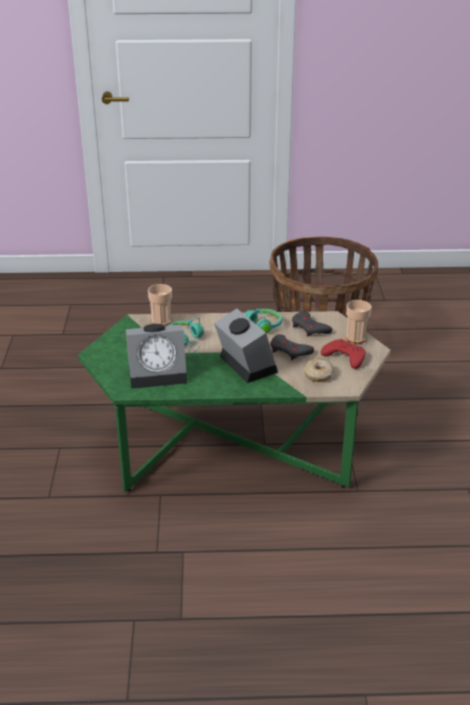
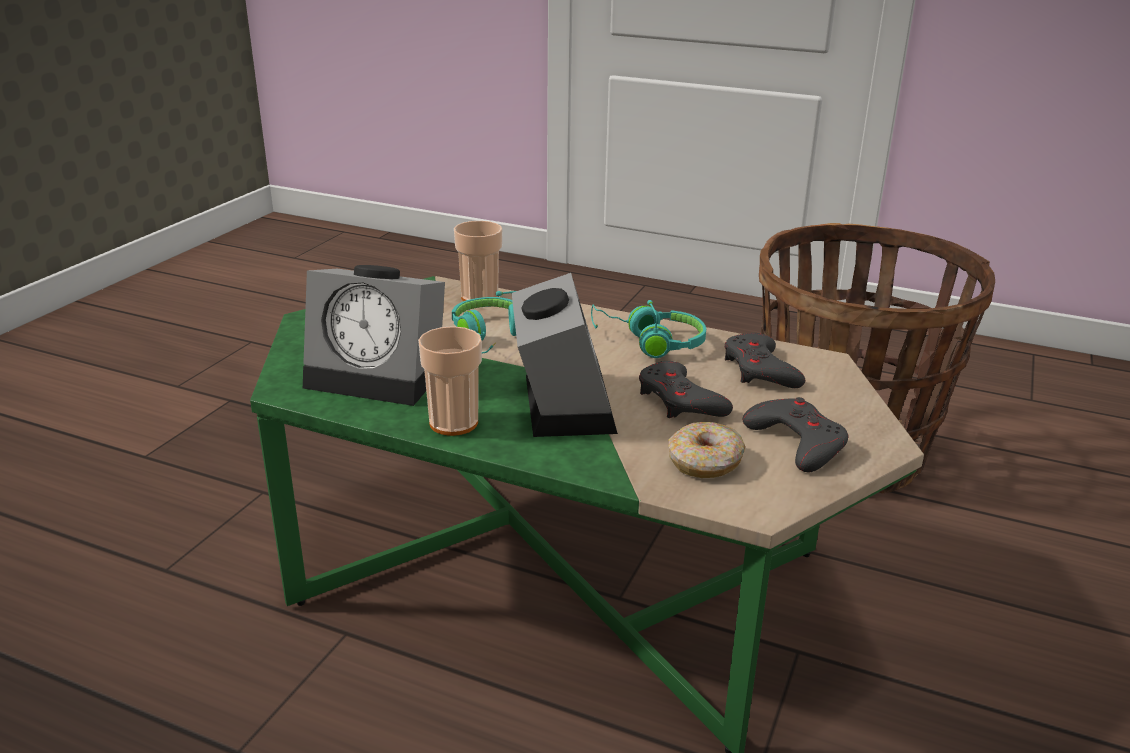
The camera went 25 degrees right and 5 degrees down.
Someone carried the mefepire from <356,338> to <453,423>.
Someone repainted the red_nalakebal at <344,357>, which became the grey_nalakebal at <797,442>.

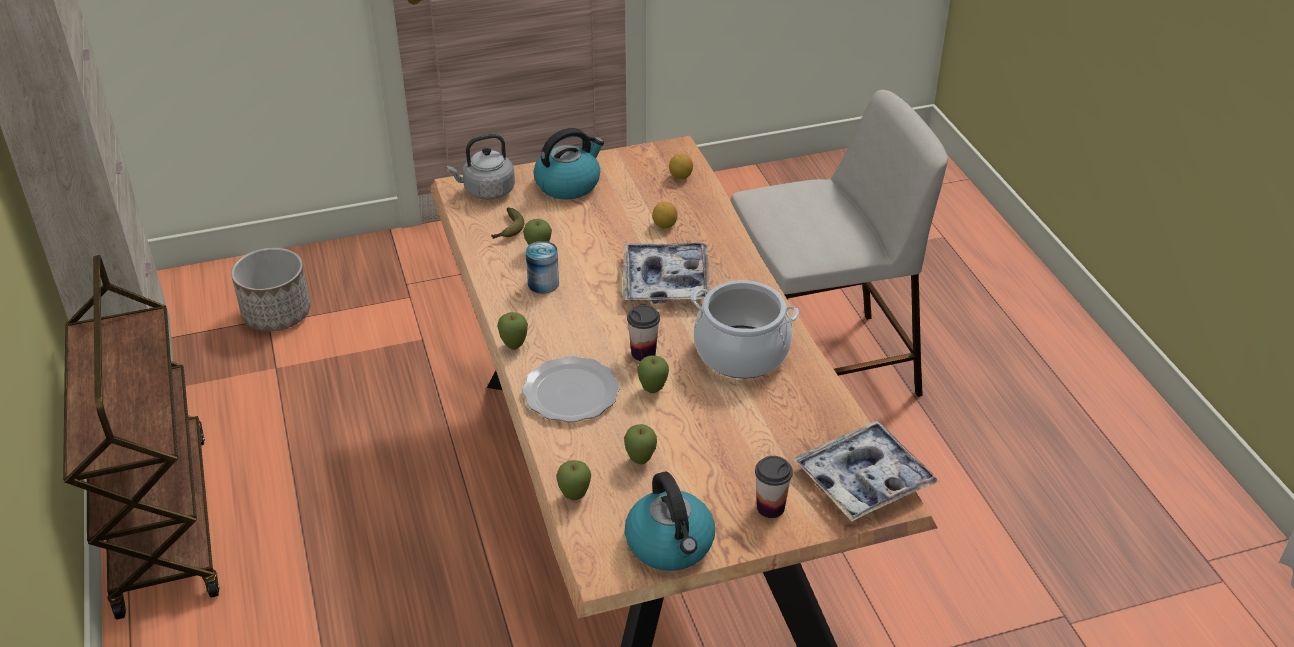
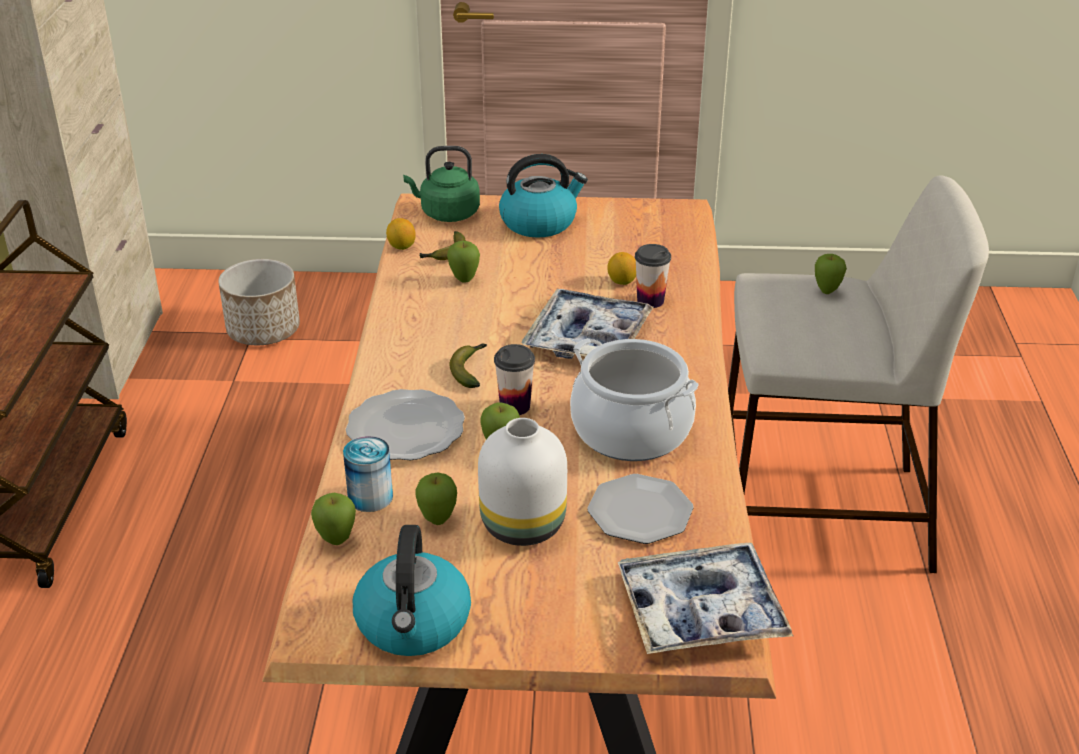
The camera went 20 degrees right and 5 degrees down.
Someone repainted the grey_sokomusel at <486,191>, which became the green_sokomusel at <446,214>.
Someone carried the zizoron from <680,176> to <401,247>.
Someone carried the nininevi from <543,283> to <370,497>.
Someone carried the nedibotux from <514,346> to <827,291>.
Someone carried the mefepire from <770,507> to <650,301>.
Someone put down the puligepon at <470,370>.
Someone put down the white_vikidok at <523,527>.
Someone put down the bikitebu at <641,512>.

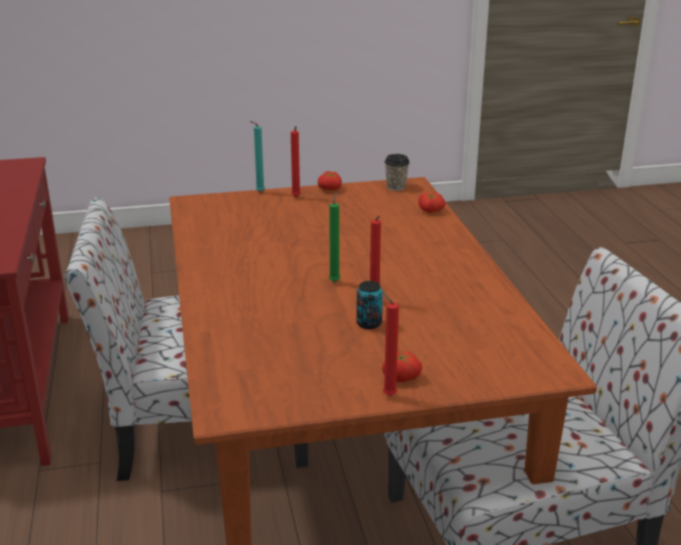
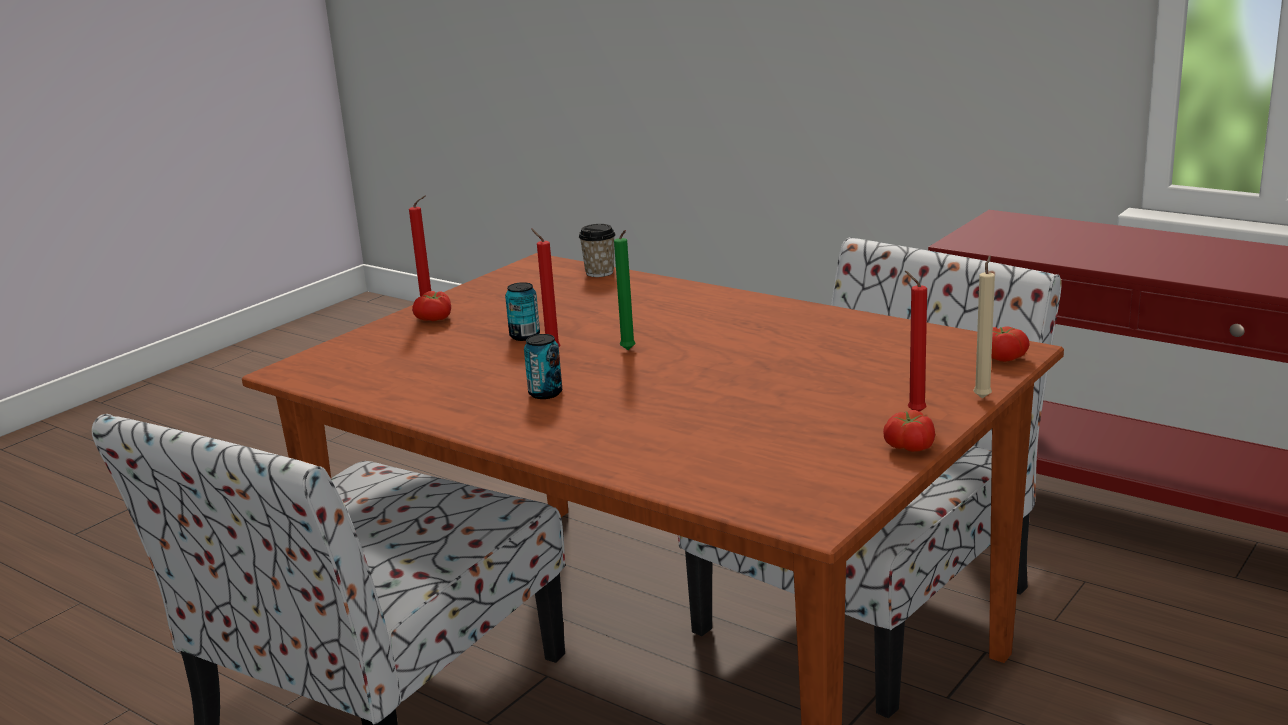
The camera went 140 degrees right and 5 degrees down.
Someone repainted the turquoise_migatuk at <258,192>, which became the beige_migatuk at <983,397>.
Someone carried the mefepire from <396,187> to <599,272>.
Someone carried the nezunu from <430,211> to <1002,357>.
Someone put down the nininevi at <545,393>.

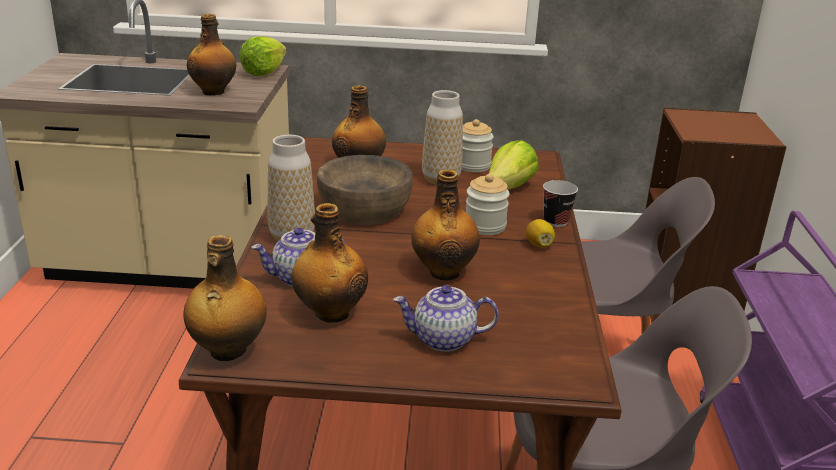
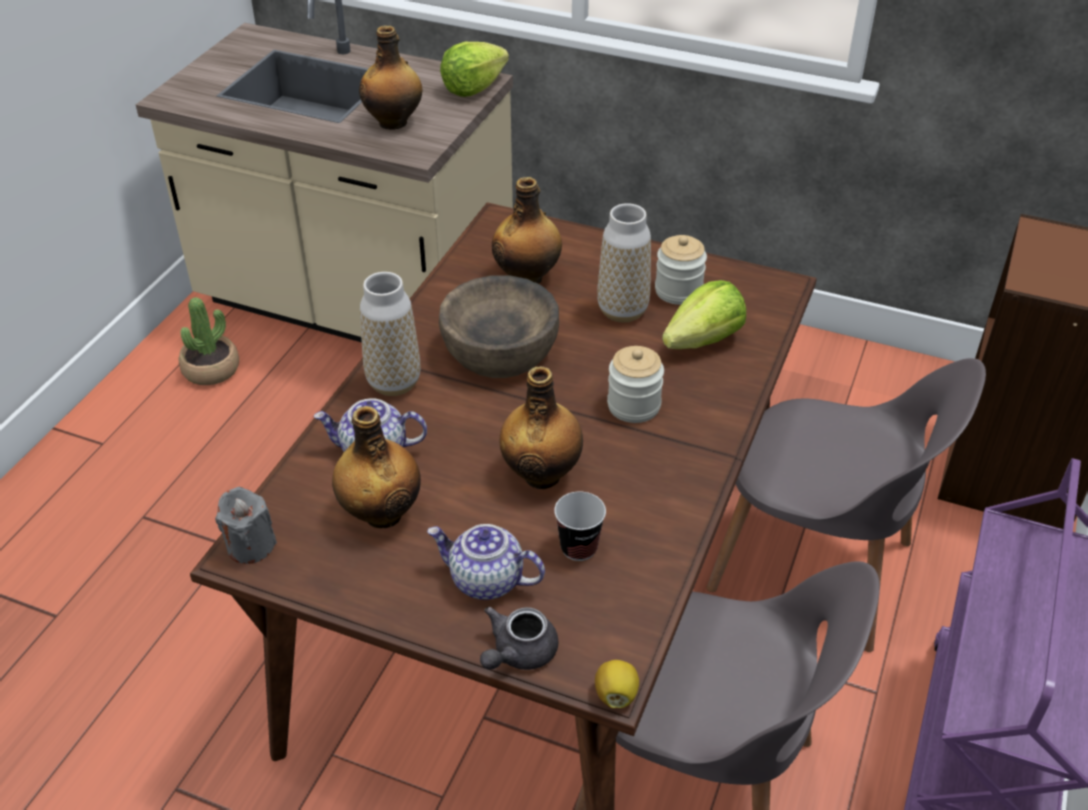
The camera went 20 degrees right and 15 degrees up.
Someone carried the mefepire from <556,221> to <579,548>.
Someone carried the zizoron from <539,245> to <616,695>.
Someone swapped the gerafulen at <227,351> for the grey_migatuk at <250,546>.
Someone put down the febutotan at <211,369>.
Someone put down the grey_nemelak at <518,653>.

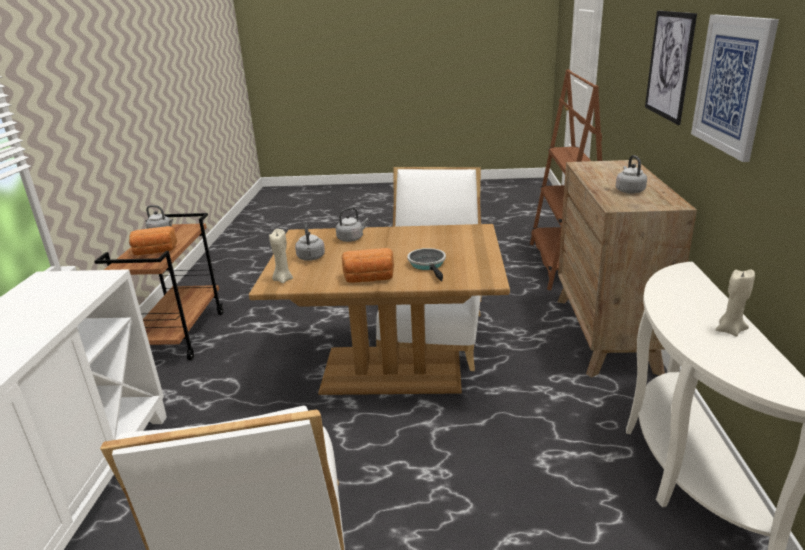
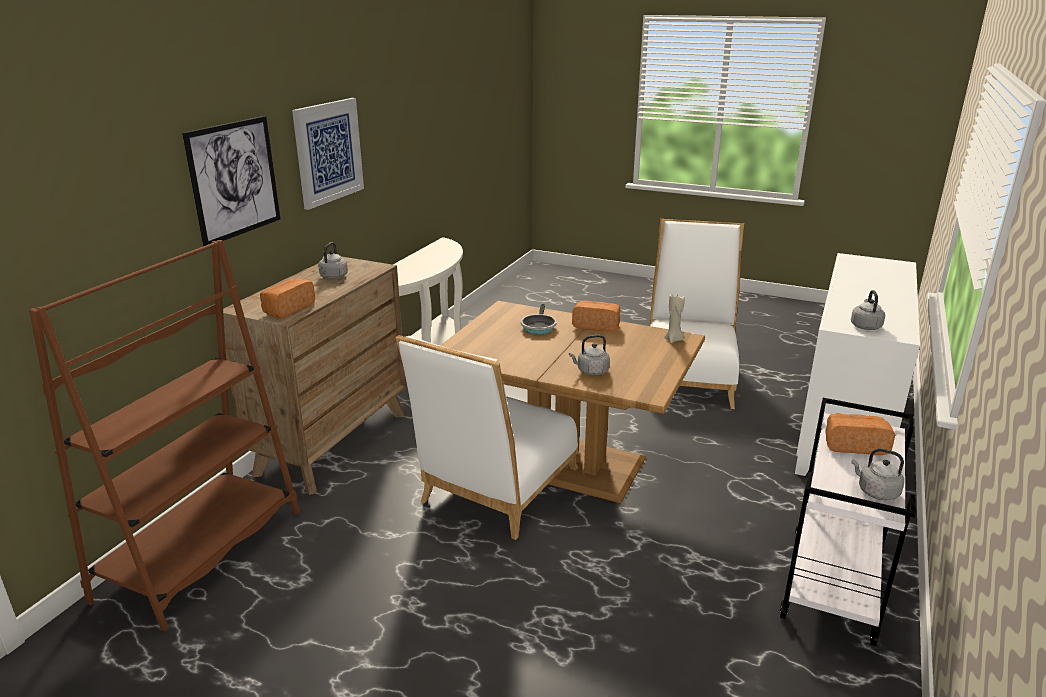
The camera went 160 degrees left and 0 degrees up.
Someone repainted the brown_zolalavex at <180,335>, which became the white_zolalavex at <833,587>.
Someone carried the grey_sokomusel from <311,258> to <865,326>.
Someone took away the beige_migatuk at <729,330>.
Someone put down the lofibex at <287,309>.

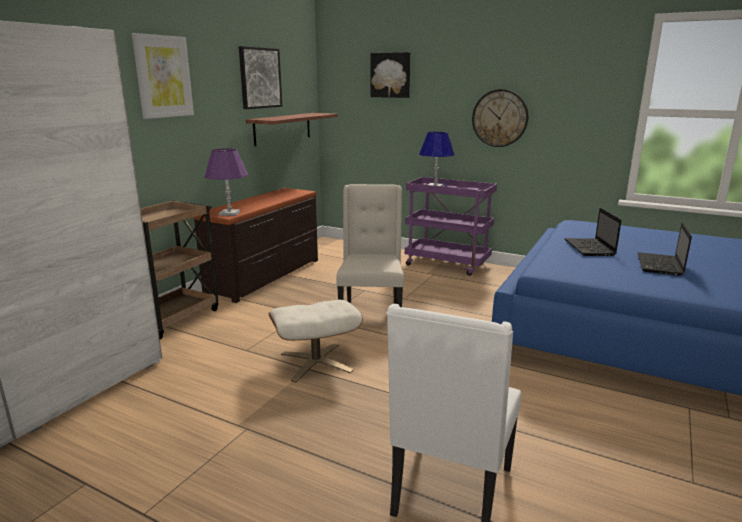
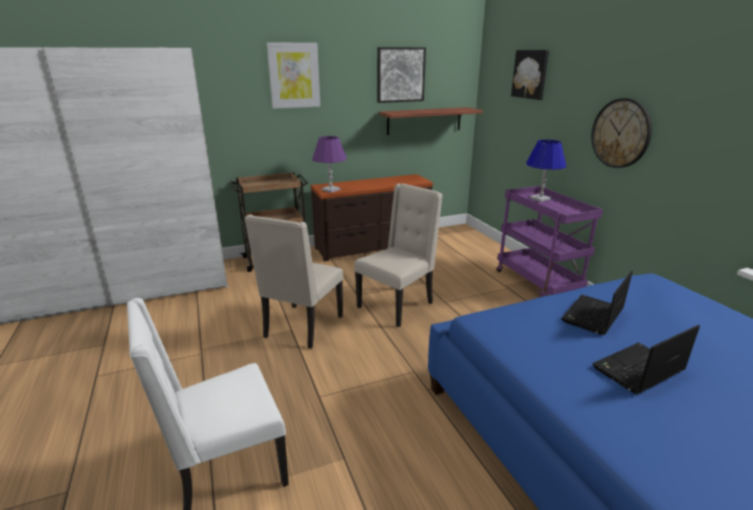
The camera went 40 degrees right and 5 degrees up.
Someone swapped the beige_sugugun at <316,362> for the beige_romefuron at <302,327>.

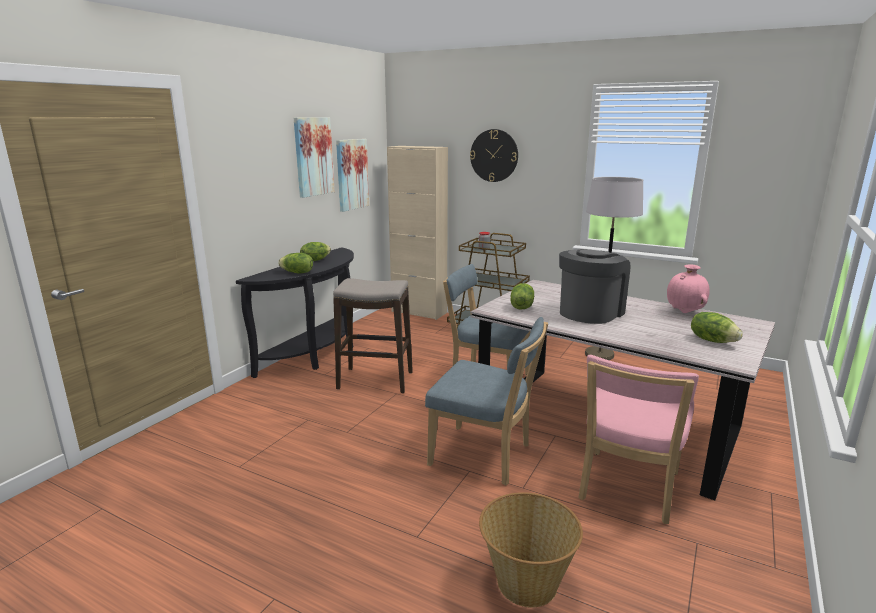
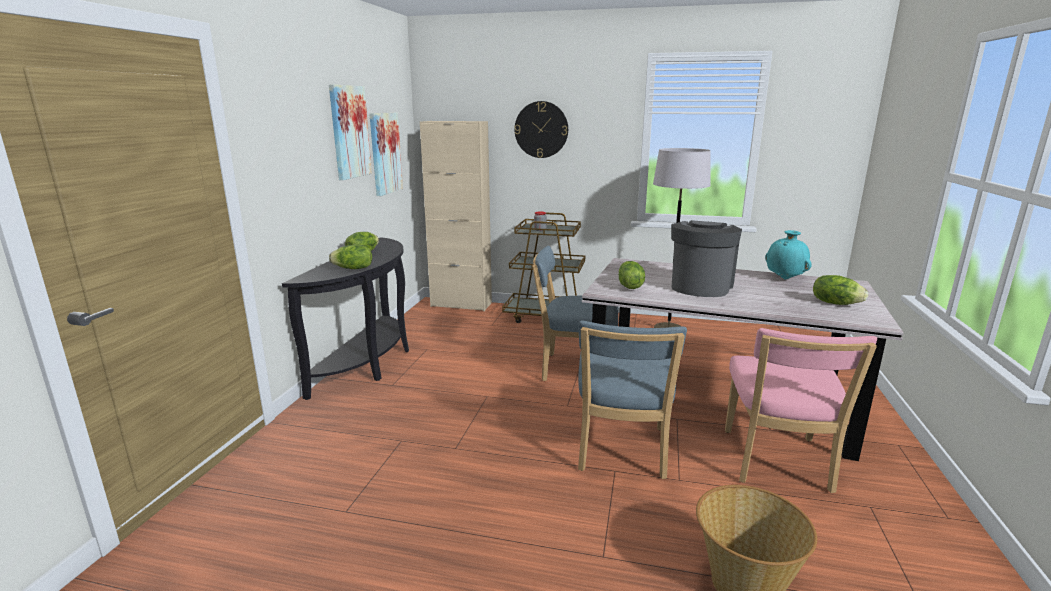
The camera went 15 degrees left and 0 degrees up.
Someone repainted the pink_vikidok at <685,312>, which became the turquoise_vikidok at <785,279>.
Someone took away the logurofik at <375,380>.
Someone rotated the blue_romefuron at <485,456> by 90 degrees clockwise.

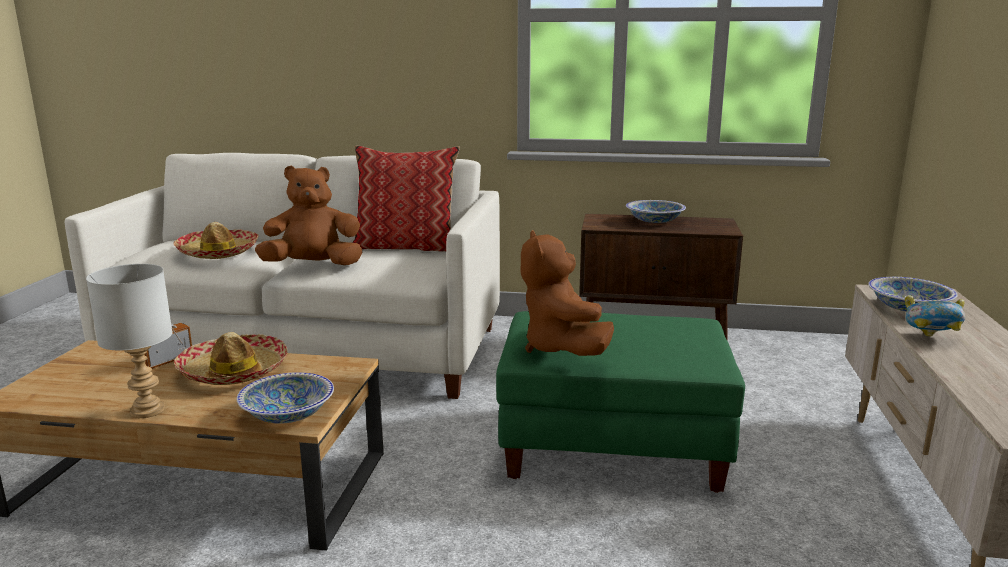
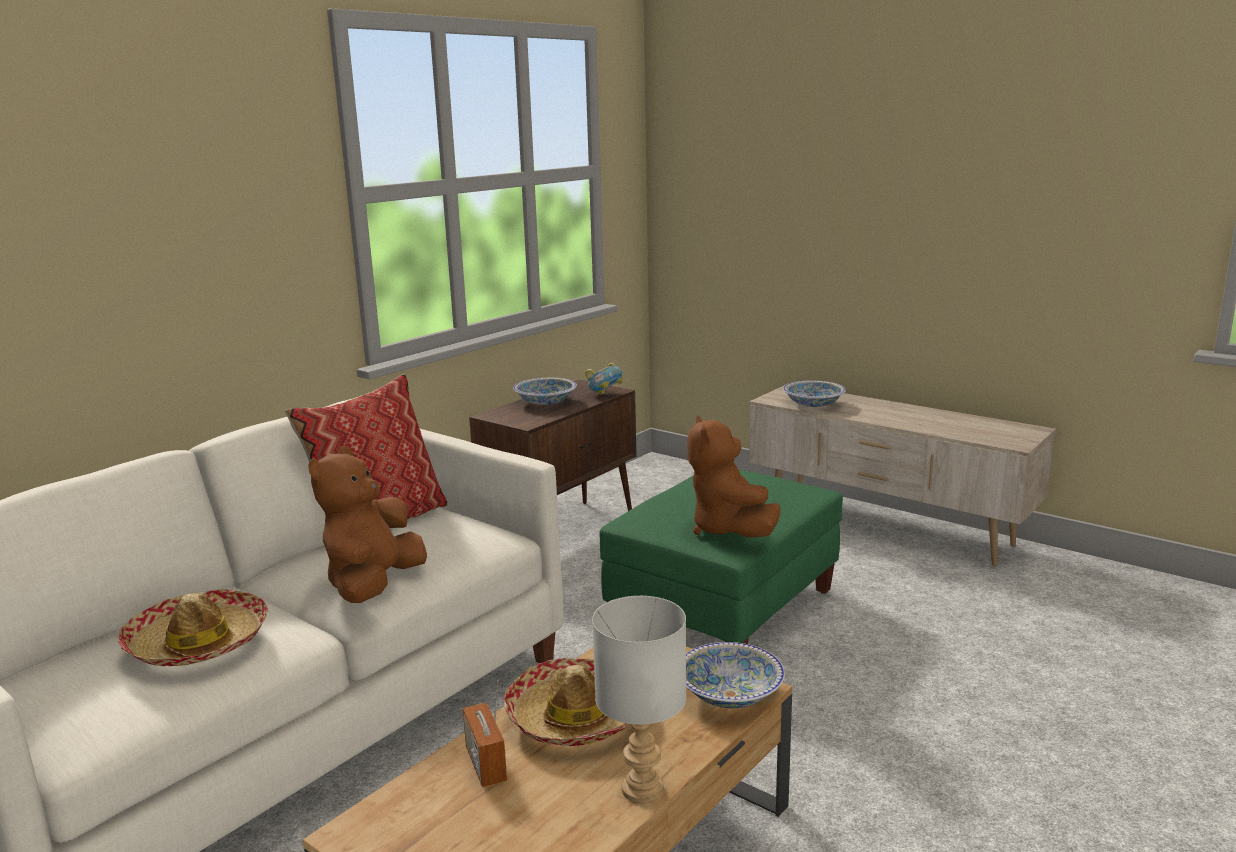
The camera went 60 degrees left and 0 degrees up.
Someone rotated the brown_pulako at <562,348> by 60 degrees clockwise.
Someone carried the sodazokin from <930,338> to <605,394>.

